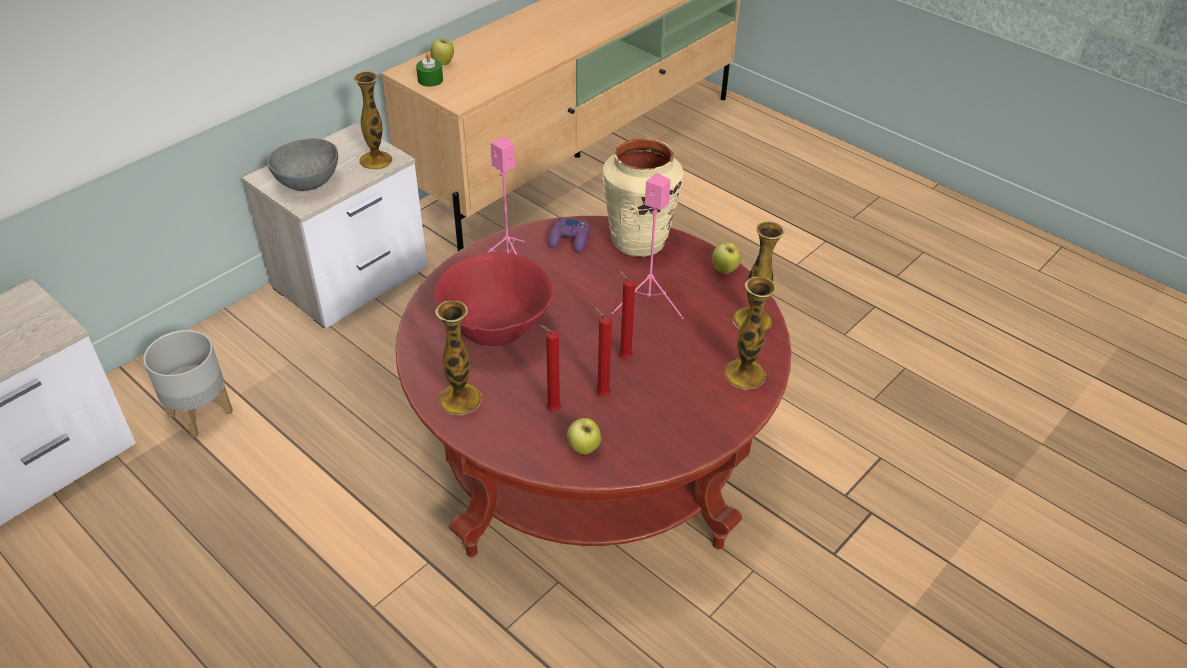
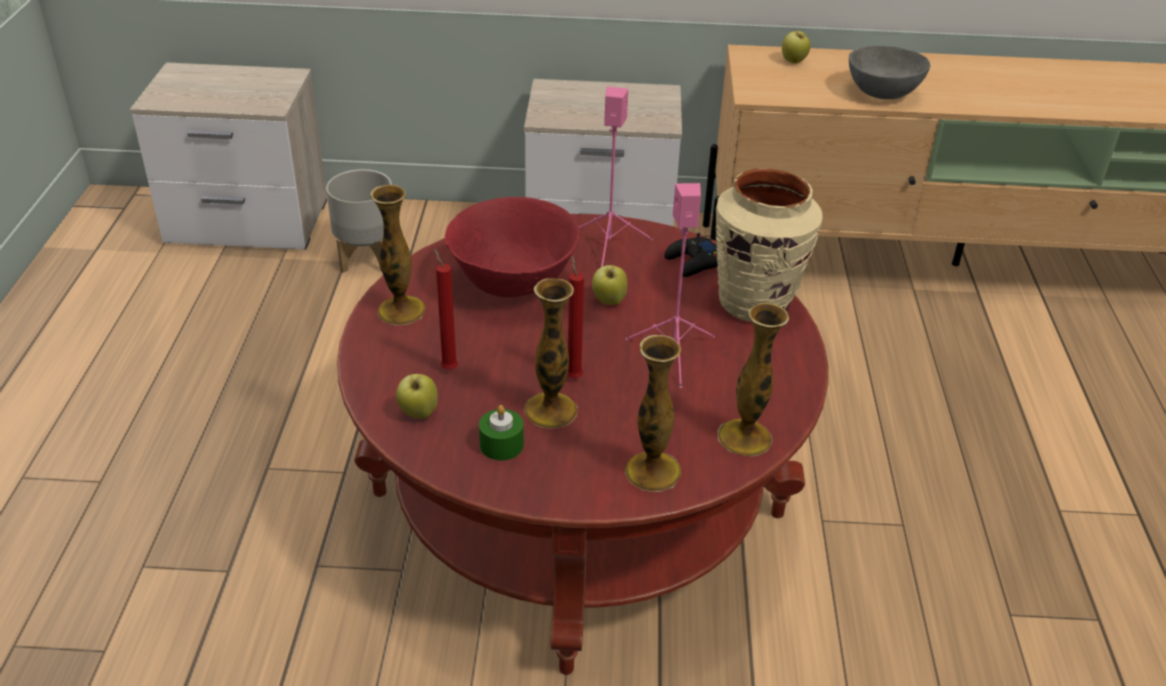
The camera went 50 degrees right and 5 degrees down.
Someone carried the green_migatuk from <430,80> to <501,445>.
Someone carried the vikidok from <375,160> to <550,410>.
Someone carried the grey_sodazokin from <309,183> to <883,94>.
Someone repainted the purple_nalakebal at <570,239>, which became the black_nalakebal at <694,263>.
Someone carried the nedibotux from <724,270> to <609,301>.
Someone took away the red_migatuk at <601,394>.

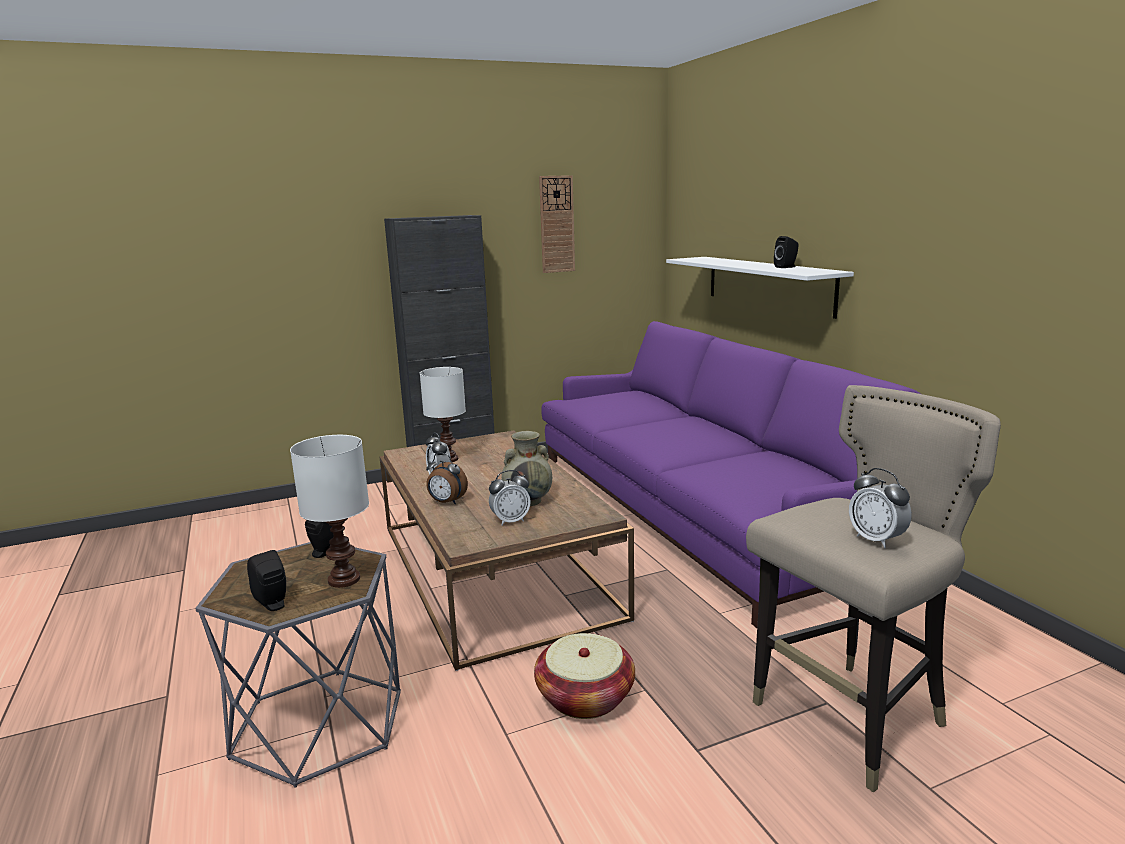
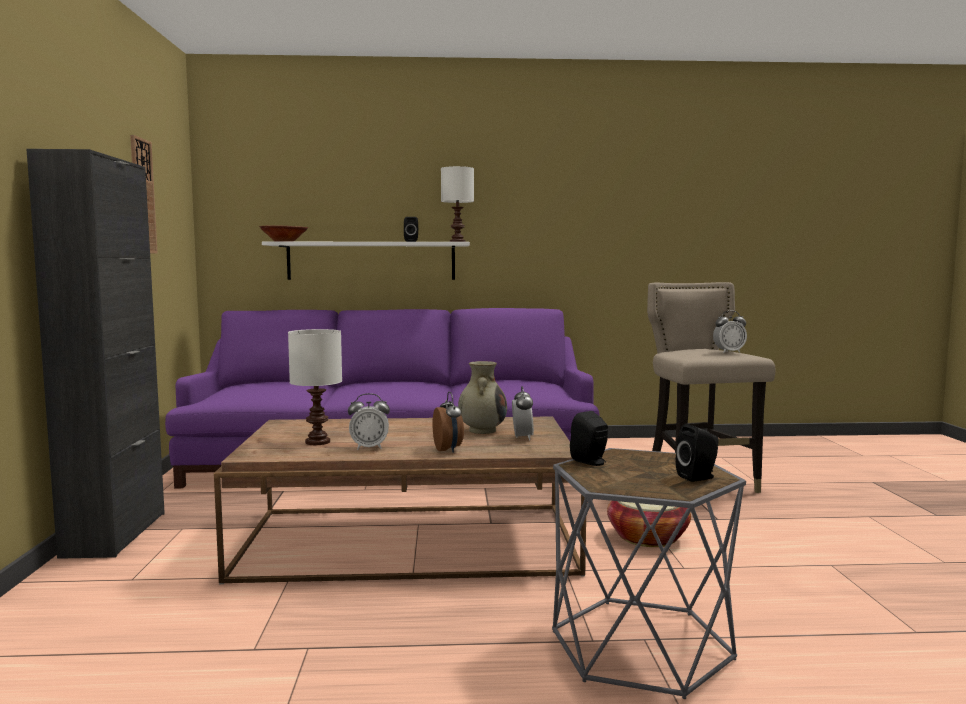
The camera went 70 degrees left and 10 degrees down.
Someone carried the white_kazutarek from <342,579> to <457,241>.
Someone rotated the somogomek at <446,502> by 60 degrees counterclockwise.
Someone put down the brown_sodazokin at <284,241>.

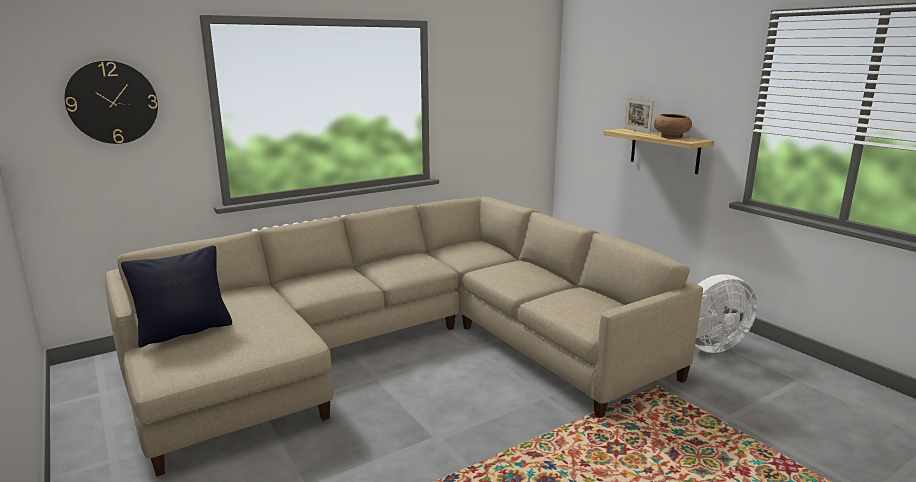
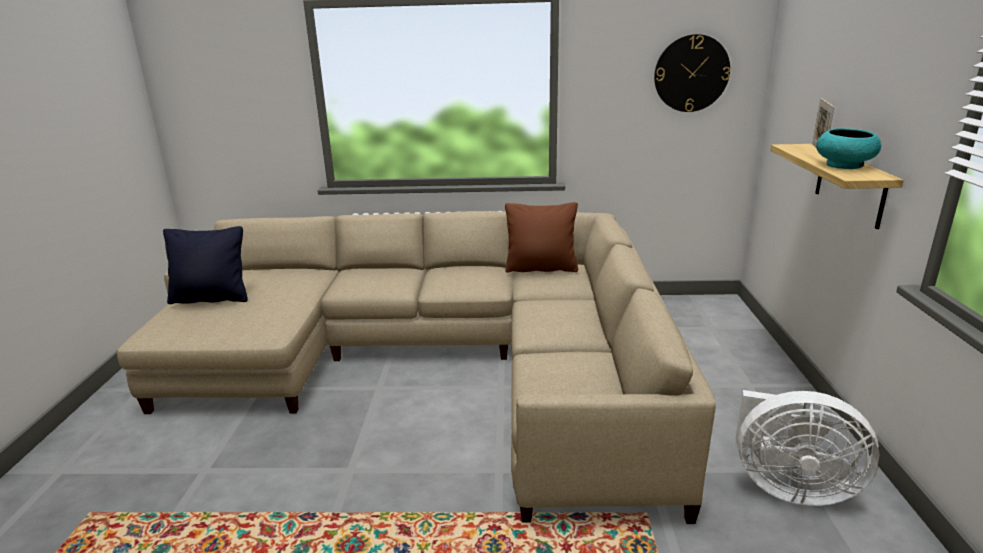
The camera went 35 degrees right and 5 degrees up.
Someone carried the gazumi from <112,102> to <691,73>.
Someone repainted the brown_sodazokin at <671,137>, which became the turquoise_sodazokin at <844,165>.
Someone put down the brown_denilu at <541,268>.

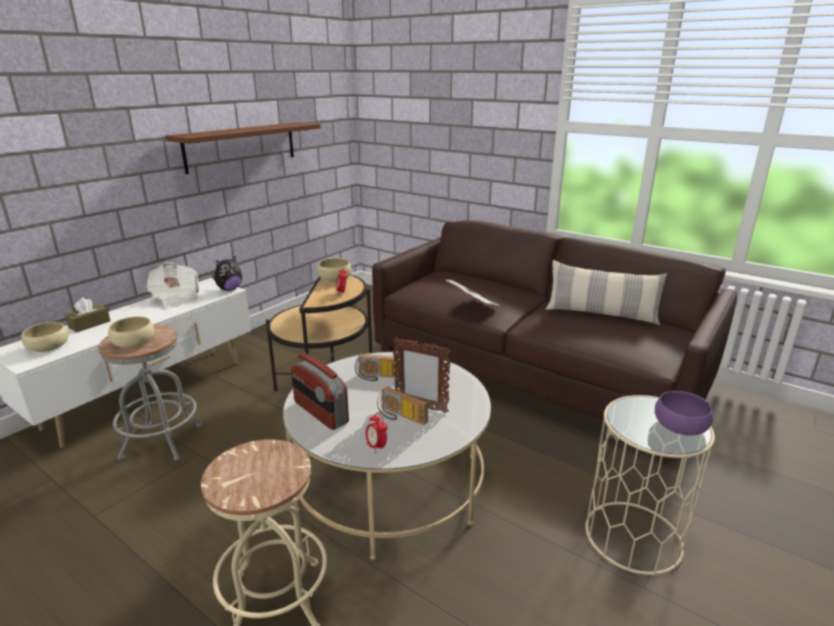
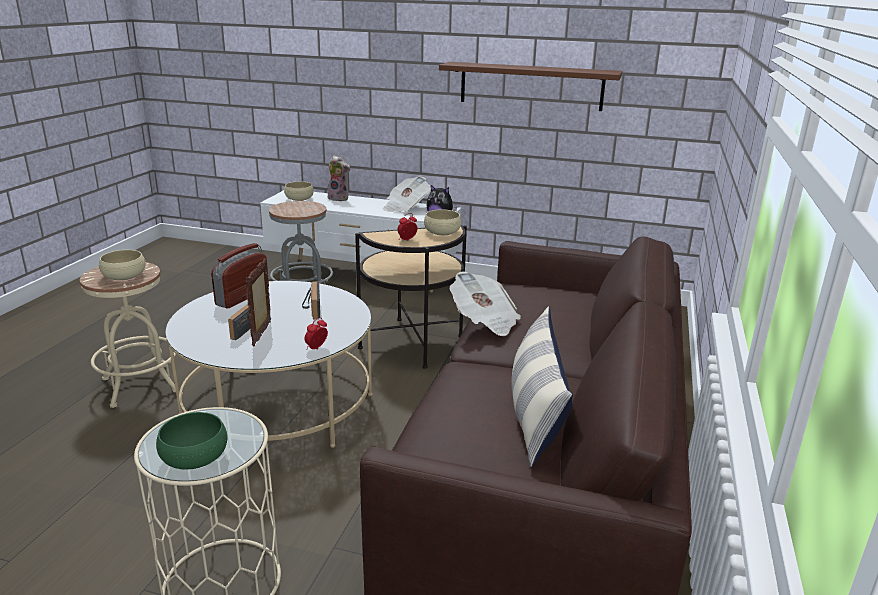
The camera went 70 degrees right and 0 degrees up.
Someone swapped the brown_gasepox at <89,324> for the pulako at <339,198>.
Someone carried the beige_sodazokin from <134,342> to <124,276>.
Someone repainted the purple_sodazokin at <680,425>, which became the green_sodazokin at <195,456>.
Someone carried the somogomek from <376,447> to <316,348>.

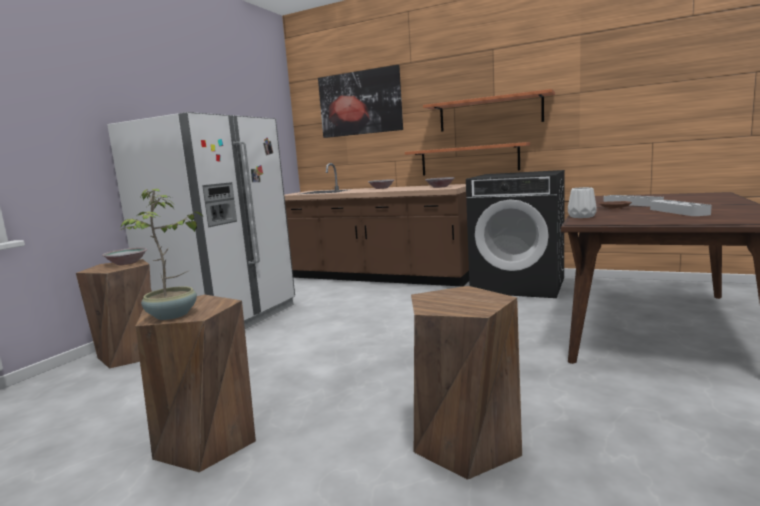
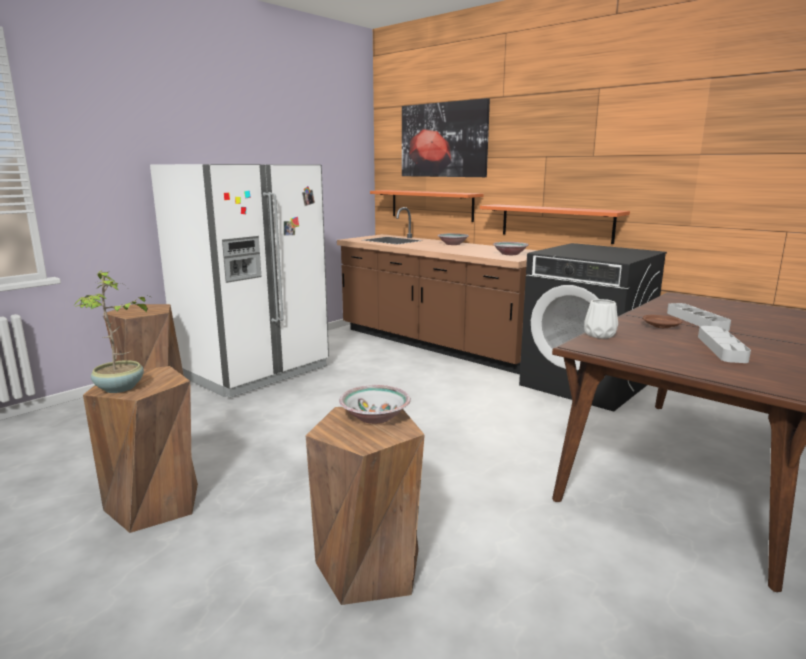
The camera went 15 degrees right and 5 degrees up.
Someone carried the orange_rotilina from <490,113> to <431,205>.
Someone carried the sodazokin from <127,263> to <374,416>.

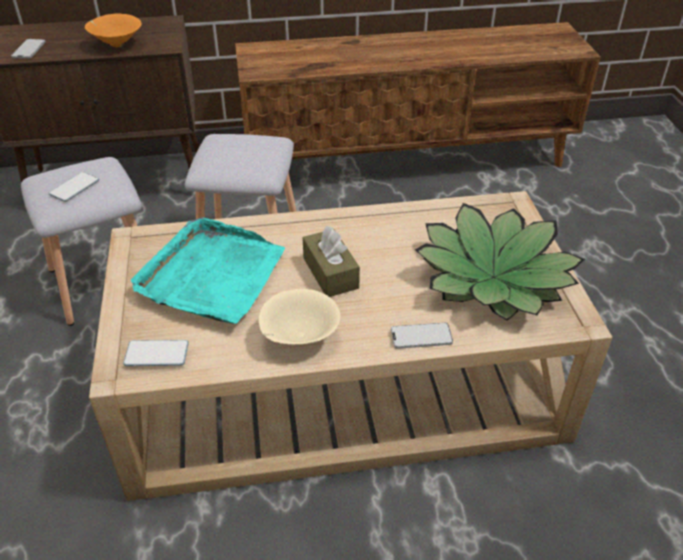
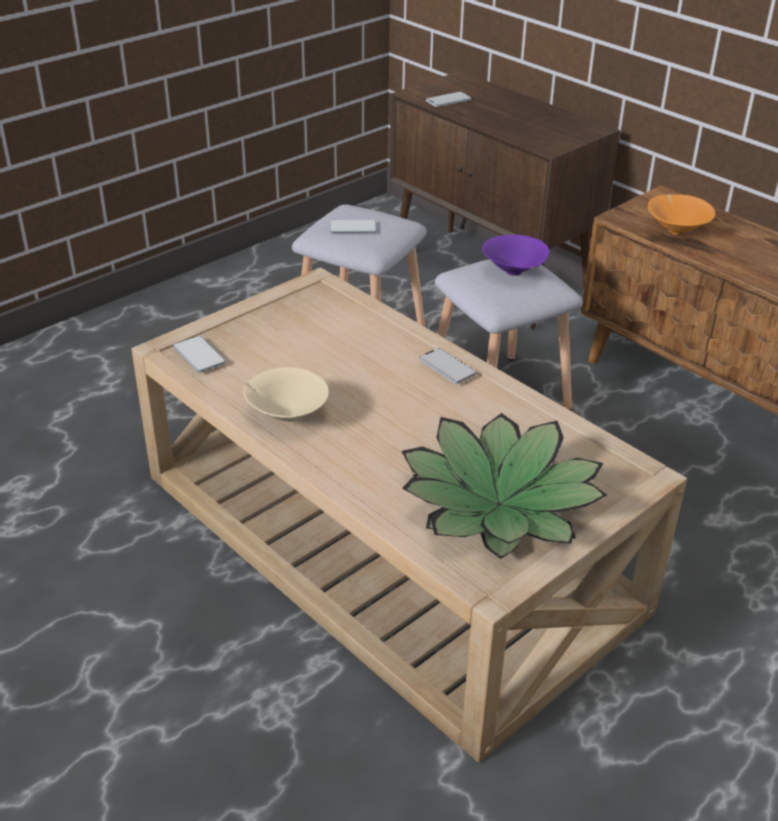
The camera went 55 degrees right and 5 degrees down.
Someone carried the orange_sodazokin from <116,44> to <676,230>.
Someone took away the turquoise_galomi at <212,275>.
Someone took away the brown_gasepox at <330,273>.
Someone carried the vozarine from <421,336> to <447,367>.
Someone put down the purple_sodazokin at <514,273>.

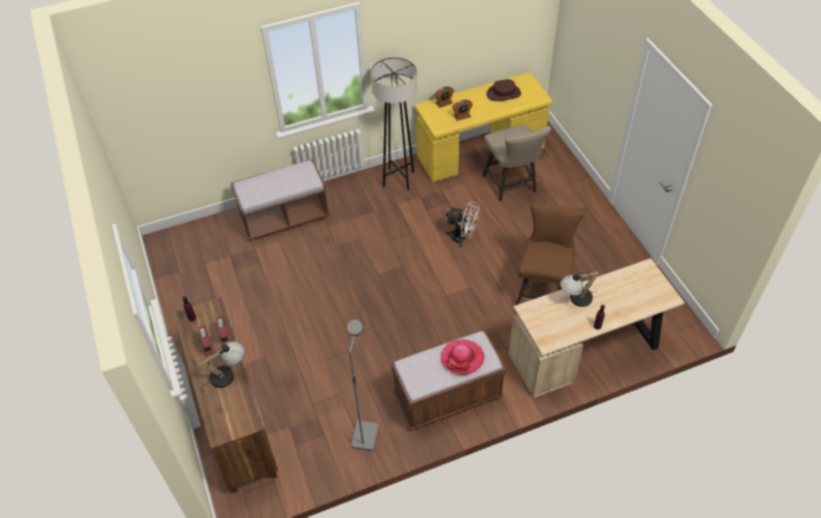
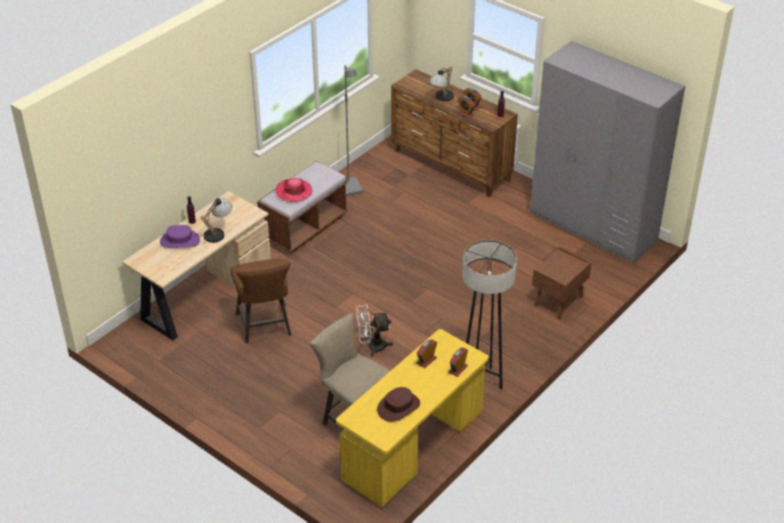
The camera went 150 degrees right and 10 degrees down.
Someone swapped the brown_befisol at <284,218> for the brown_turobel at <558,301>.
Someone put down the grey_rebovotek at <593,227>.
Someone put down the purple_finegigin at <180,241>.

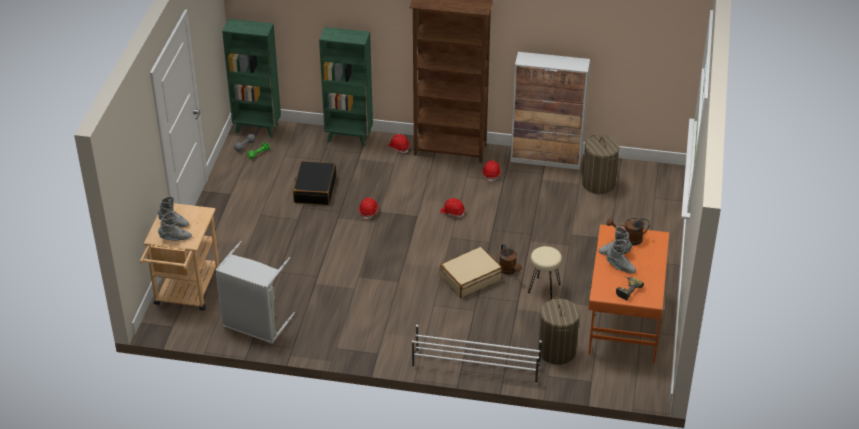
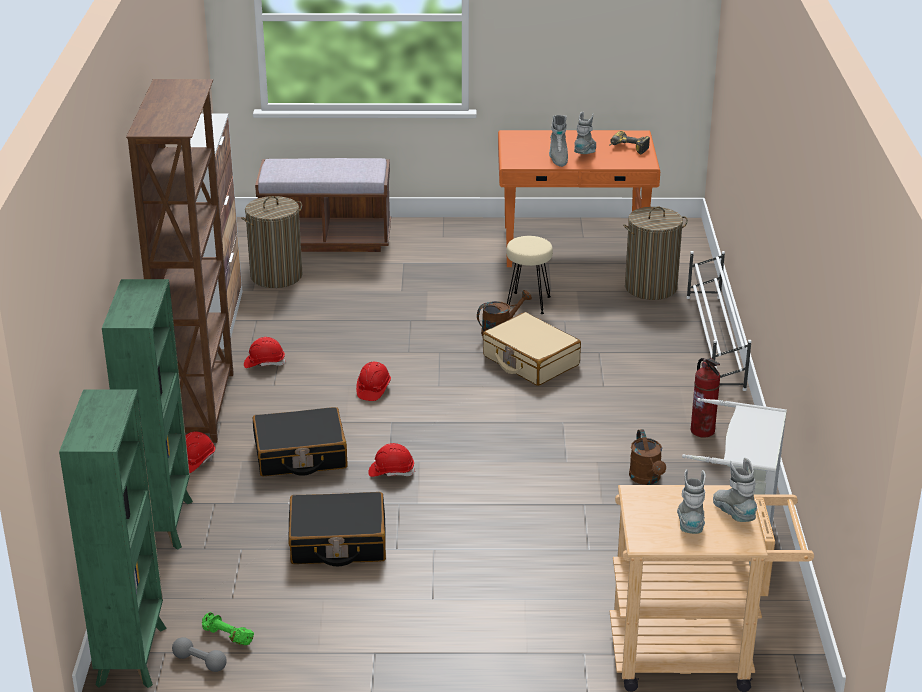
The camera went 100 degrees left and 10 degrees down.
Someone carried the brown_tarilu from <628,239> to <647,479>.
Someone put down the brown_befisol at <326,240>.
Someone put down the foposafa at <703,431>.
Someone put down the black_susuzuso at <300,455>.

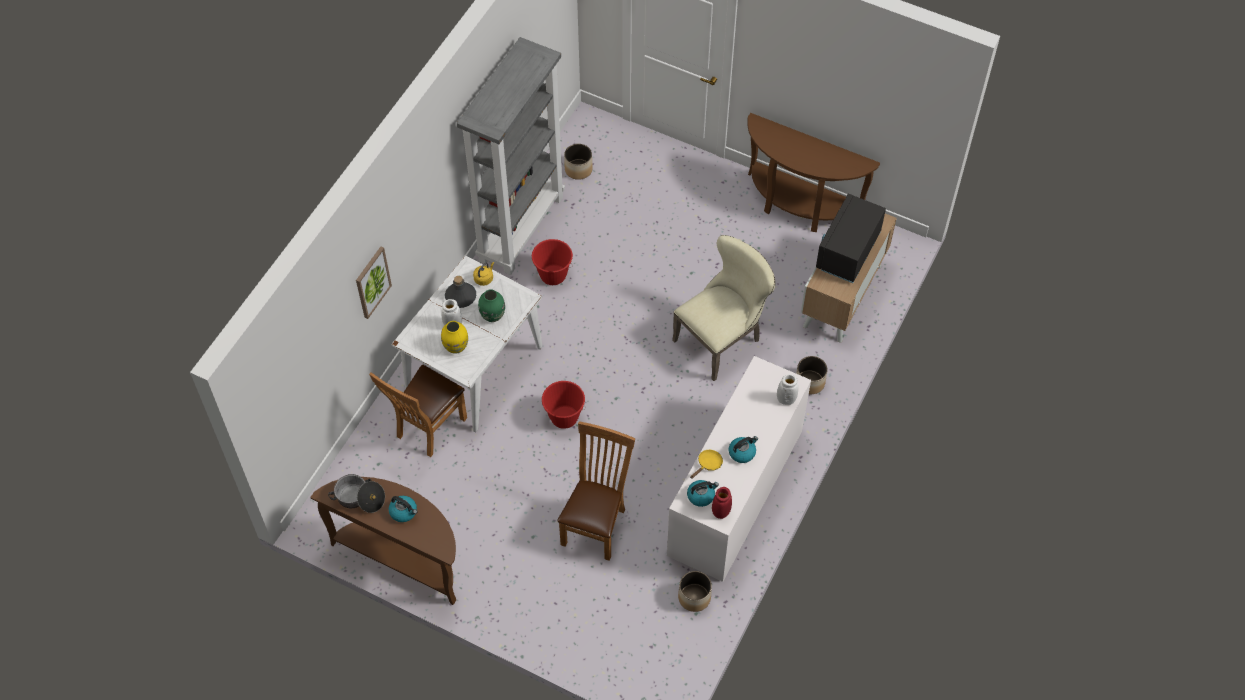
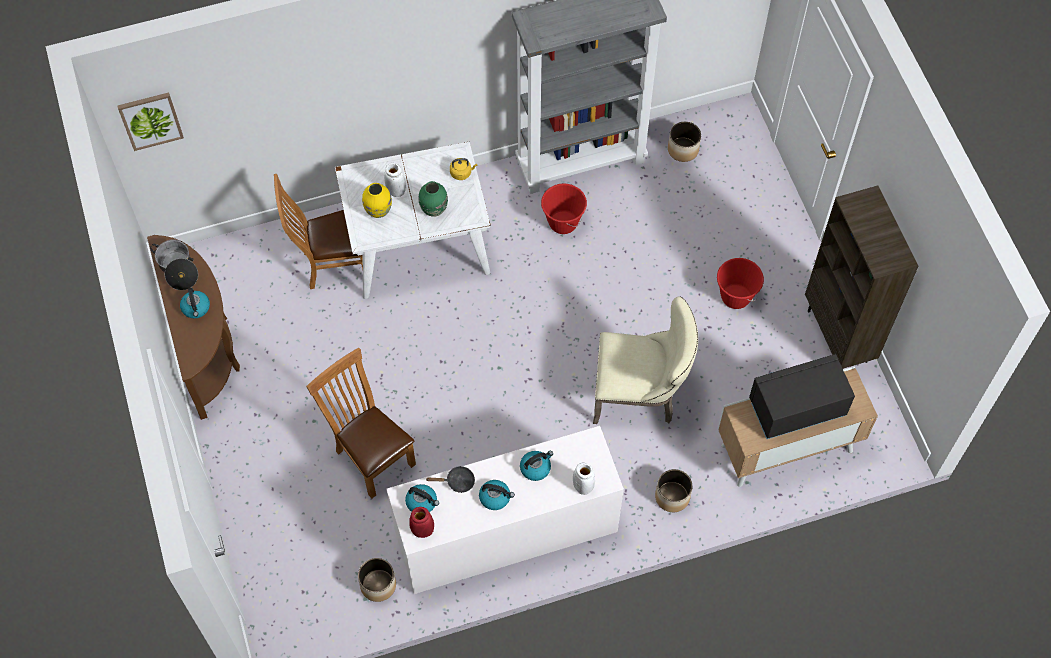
The camera went 45 degrees right and 5 degrees up.
Someone swapped the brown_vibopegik at <798,206> for the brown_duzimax at <838,336>.
Someone carried the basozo from <372,282> to <150,120>.
Someone took away the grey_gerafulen at <460,297>.
Someone carried the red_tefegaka from <564,417> to <735,296>.
Someone rotated the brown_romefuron at <596,524> by 105 degrees counterclockwise.
Someone repainted the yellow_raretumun at <708,464>, which became the black_raretumun at <457,481>.
Someone put down the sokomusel at <535,468>.

